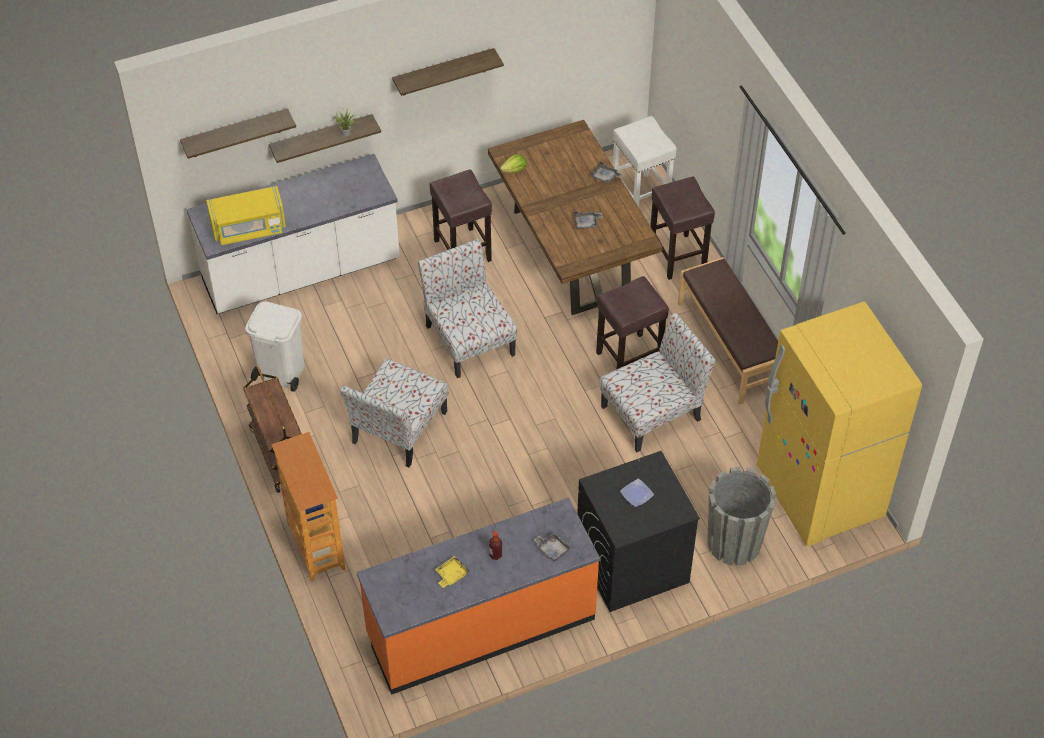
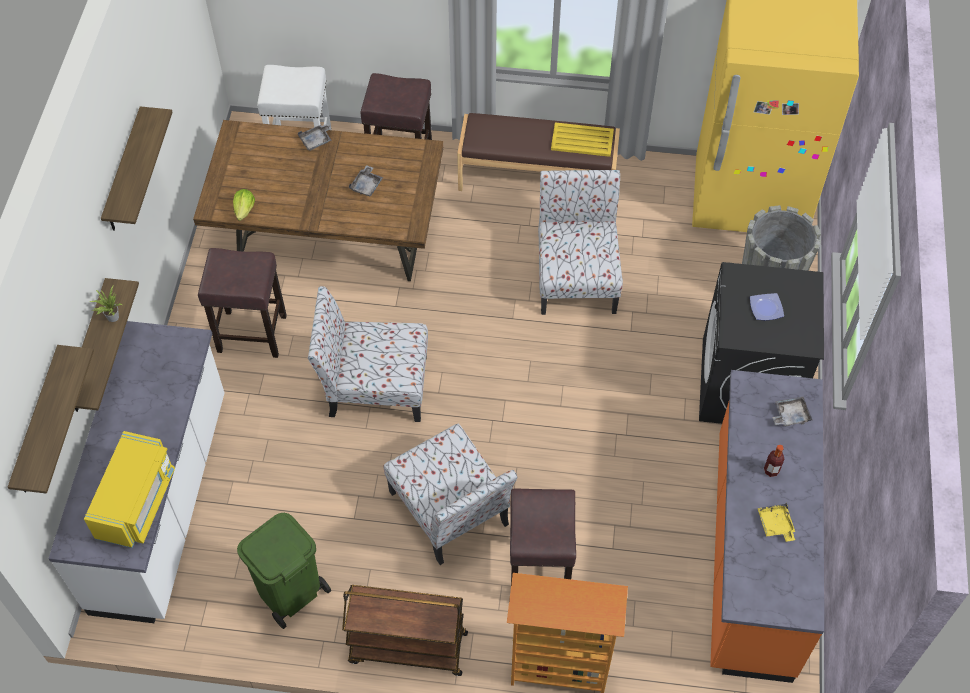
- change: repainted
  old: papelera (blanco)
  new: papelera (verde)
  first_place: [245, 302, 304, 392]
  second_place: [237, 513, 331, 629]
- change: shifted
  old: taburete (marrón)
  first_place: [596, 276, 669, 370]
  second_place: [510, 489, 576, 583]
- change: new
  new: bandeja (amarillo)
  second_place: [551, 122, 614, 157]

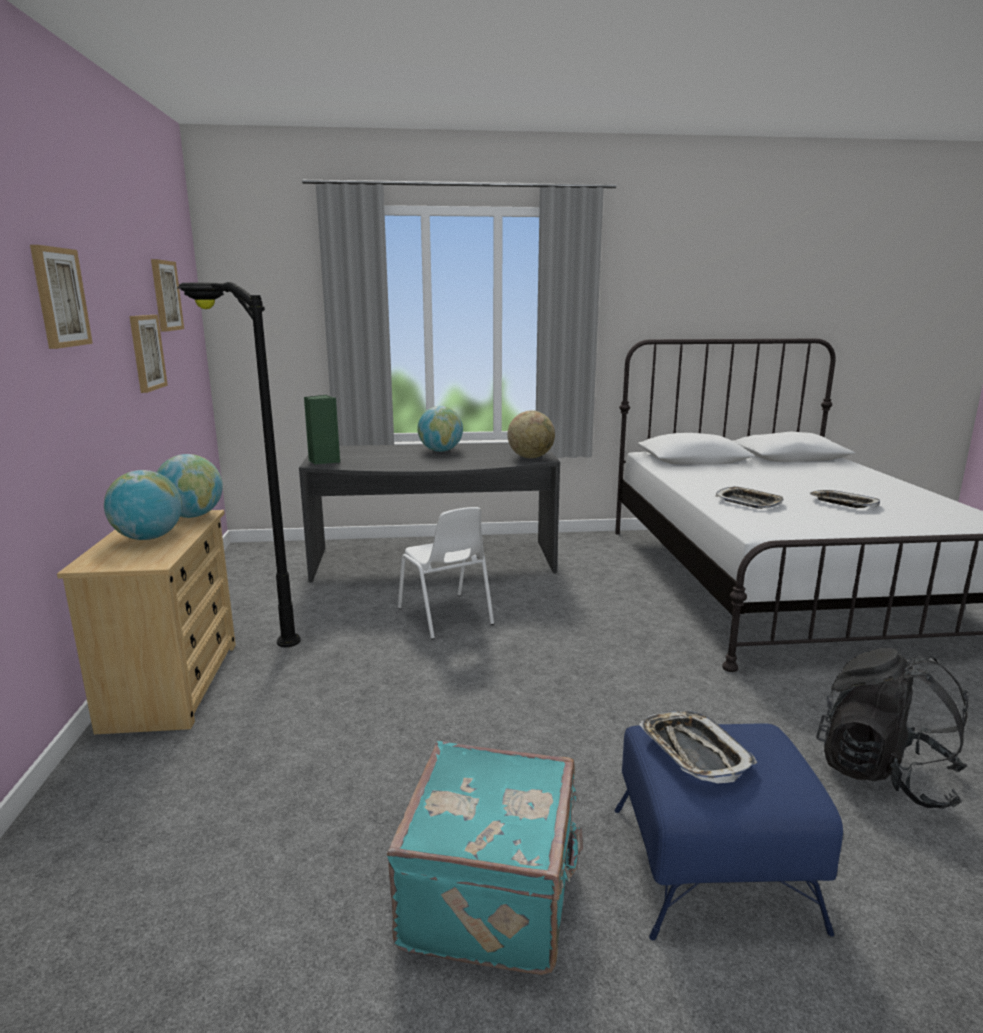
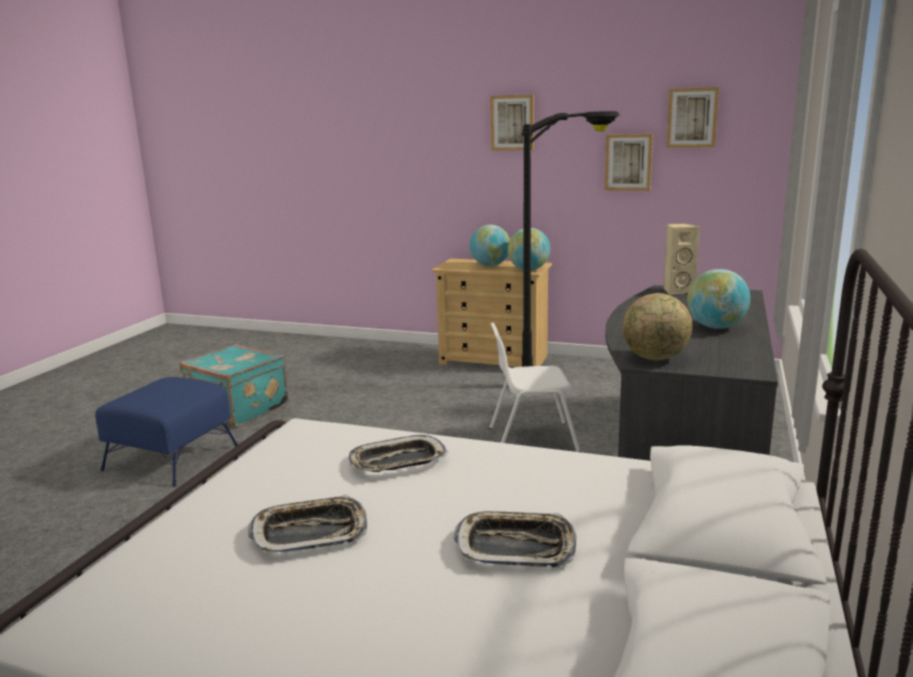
- change: repainted
  old: altavoz (verde)
  new: altavoz (beis)
  first_place: [304, 395, 340, 464]
  second_place: [663, 223, 700, 294]
- change: shifted
  old: bandeja
  first_place: [639, 711, 757, 783]
  second_place: [453, 511, 577, 567]
- change: gone
  old: mochila (negro)
  first_place: [816, 648, 969, 809]

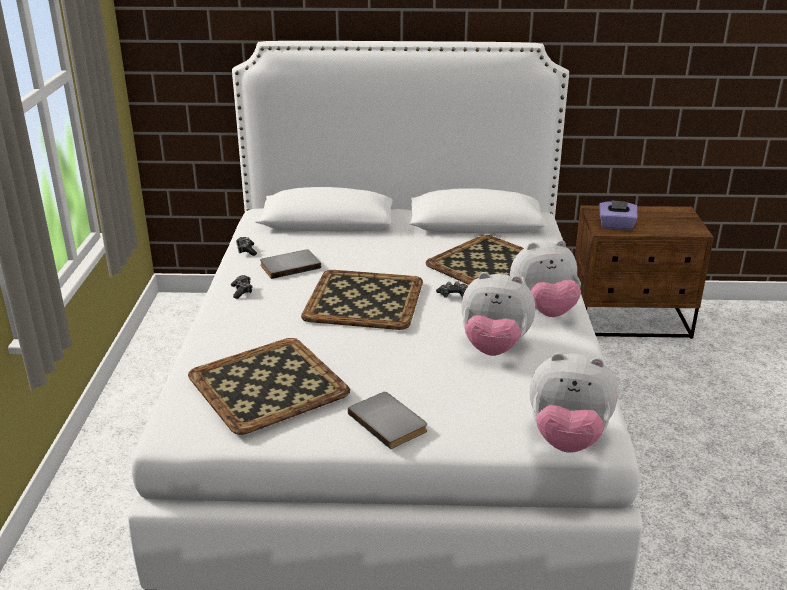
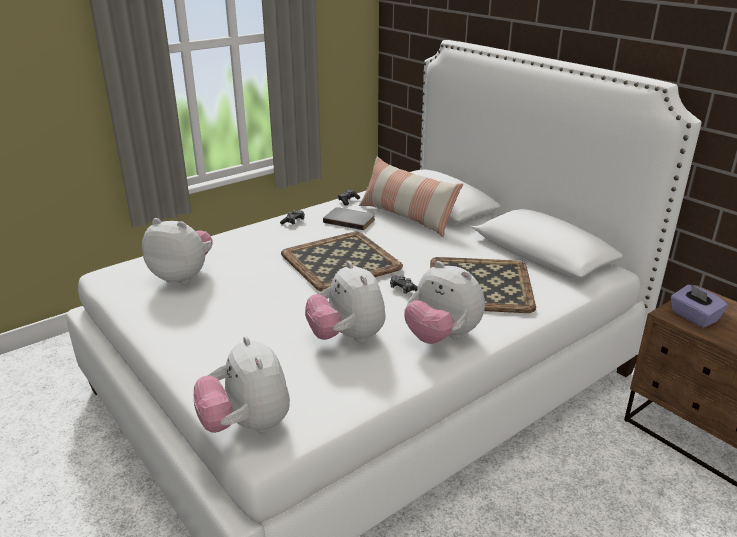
- change: swapped
  old: bandeja
  new: peluche
  first_place: [188, 338, 350, 435]
  second_place: [142, 218, 213, 285]
- change: gone
  old: libro (gris)
  first_place: [348, 392, 427, 449]
- change: new
  new: cojín
  second_place: [359, 157, 463, 237]

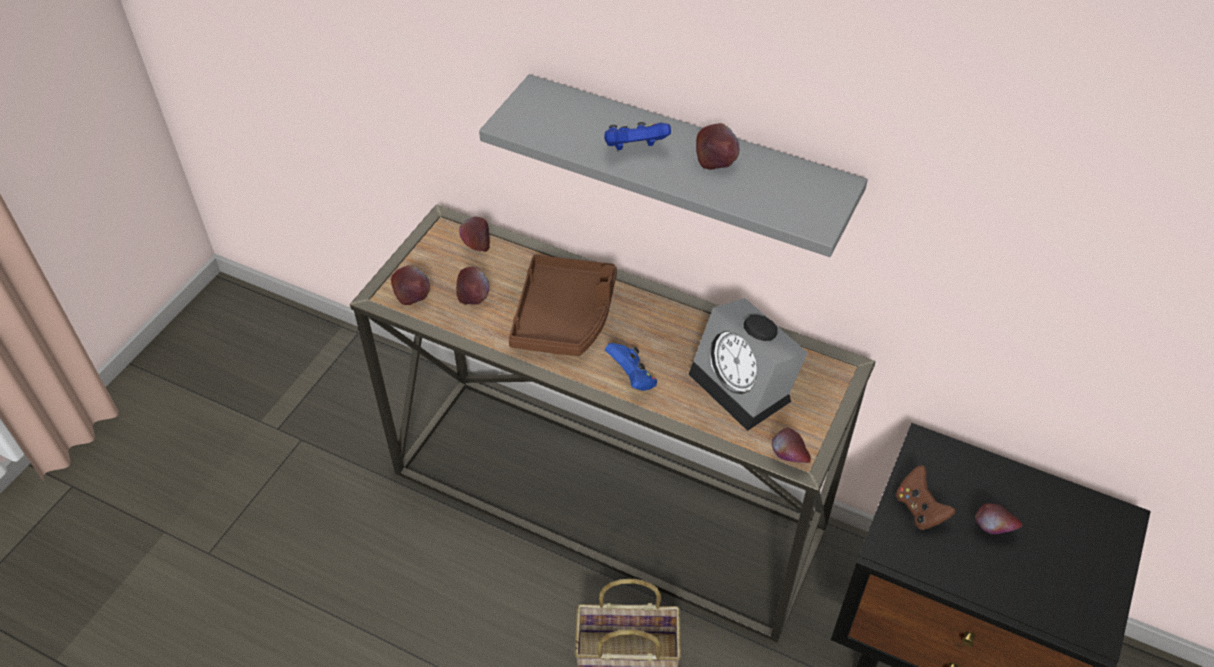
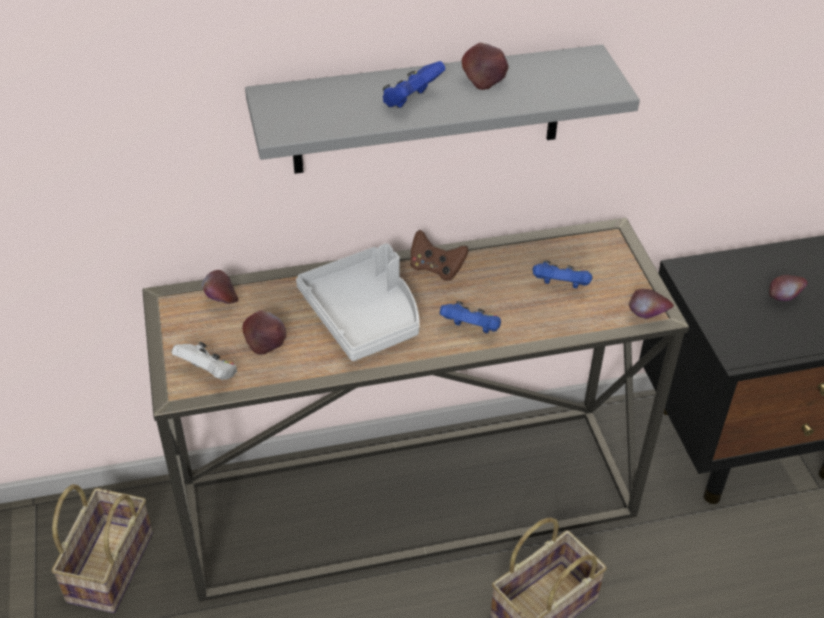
- change: swapped
  old: manzana
  new: mando de consola (blanco)
  first_place: [391, 265, 430, 305]
  second_place: [172, 342, 237, 380]
- change: repainted
  old: bandeja (marrón)
  new: bandeja (gris)
  first_place: [508, 255, 617, 356]
  second_place: [296, 243, 419, 361]
- change: swapped
  old: despertador
  new: mando de consola (azul)
  first_place: [689, 298, 808, 431]
  second_place: [533, 260, 592, 289]
- change: shifted
  old: mando de consola (marrón)
  first_place: [896, 466, 956, 530]
  second_place: [410, 230, 469, 281]
- change: new
  new: cesta
  second_place: [52, 484, 153, 613]

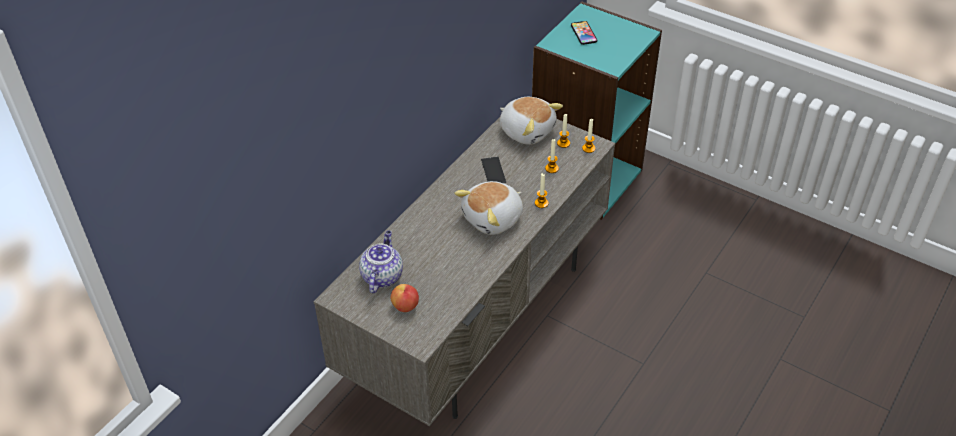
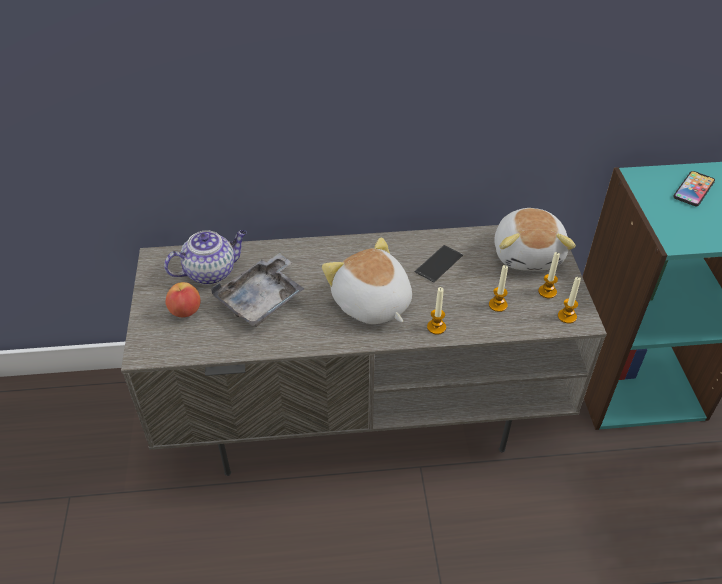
- change: rotated
  old: peluche
  first_place: [454, 181, 523, 235]
  second_place: [322, 237, 412, 324]
  degrees: 45
- change: new
  new: bandeja (gris)
  second_place: [211, 253, 305, 327]

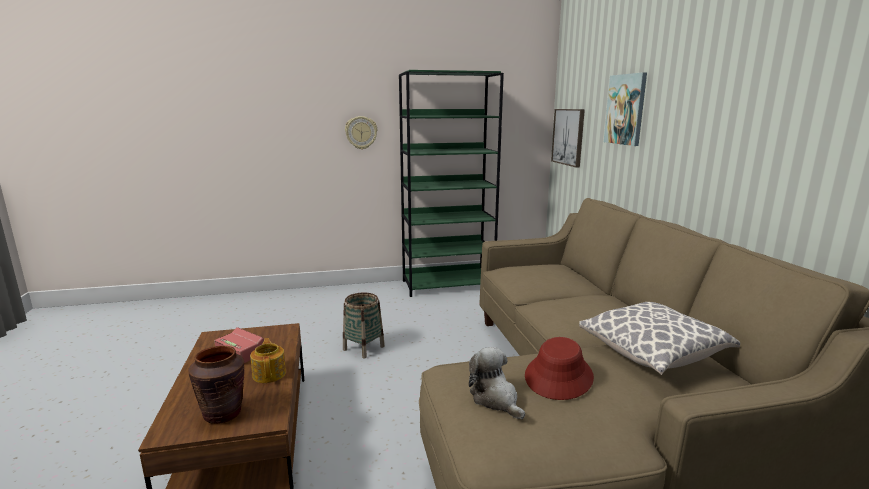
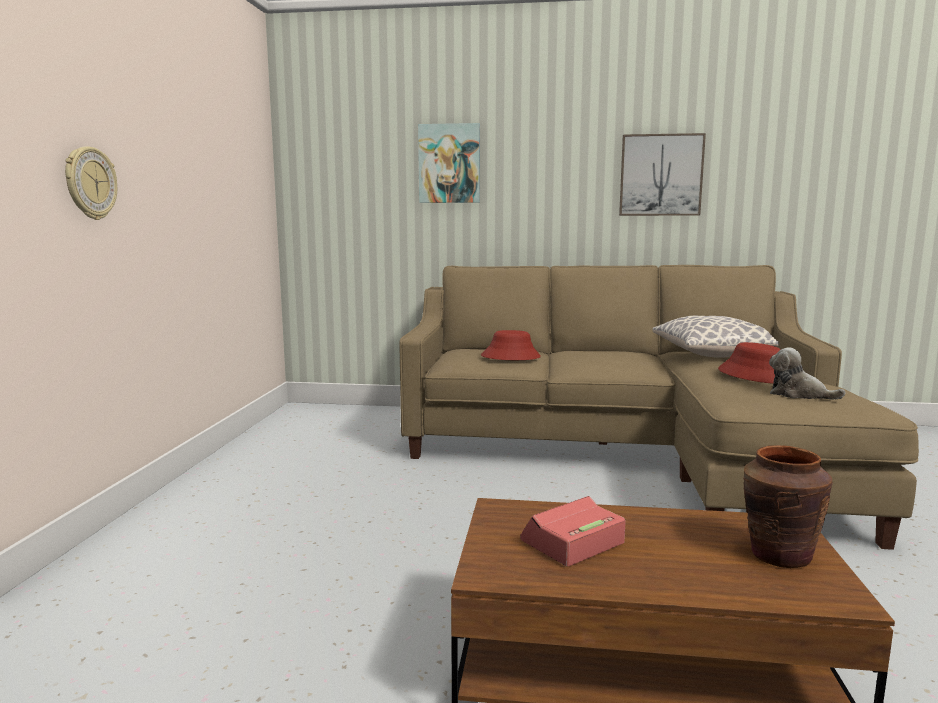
- change: gone
  old: tetera
  first_place: [250, 338, 286, 383]
- change: gone
  old: cesta
  first_place: [343, 292, 385, 359]
- change: gone
  old: estantería (verde)
  first_place: [399, 70, 504, 297]
- change: rotated
  old: peluche
  first_place: [469, 347, 525, 419]
  second_place: [769, 347, 846, 400]
  degrees: 45
- change: shifted
  old: cuadro
  first_place: [551, 109, 585, 168]
  second_place: [619, 133, 706, 216]
- change: new
  new: sombrero (rojo)
  second_place: [481, 330, 541, 360]

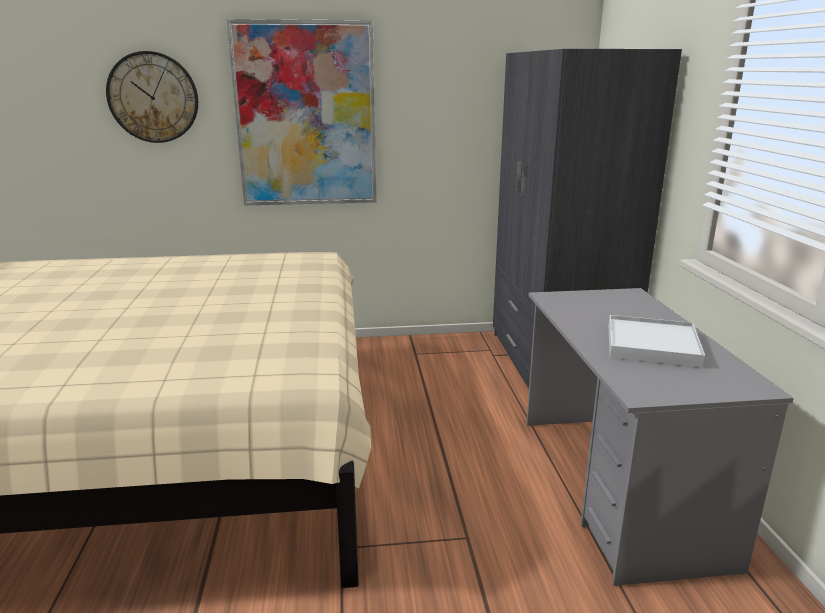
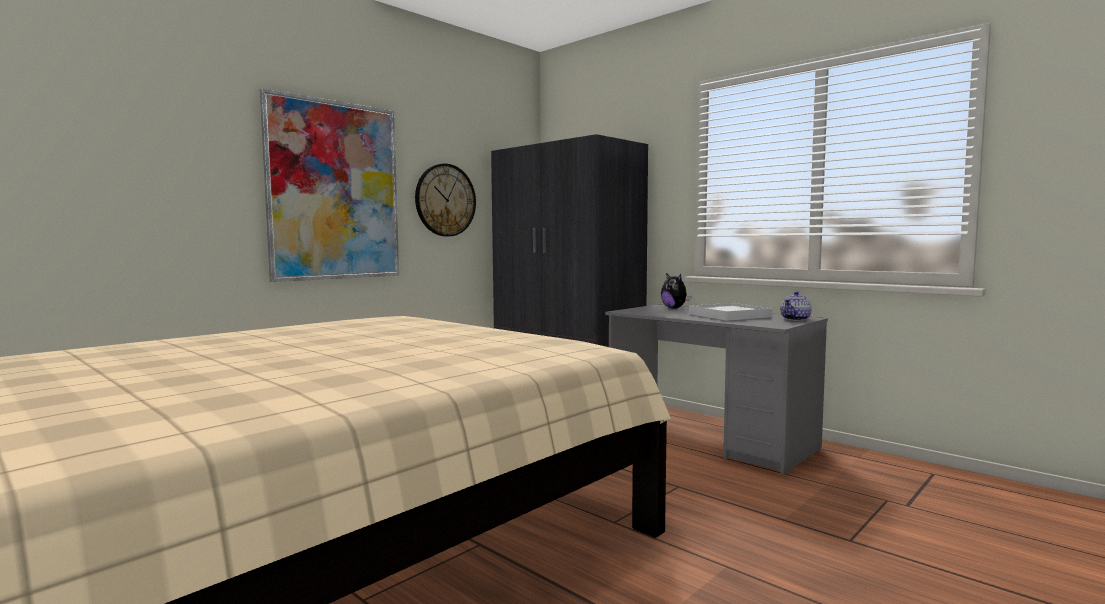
- change: shifted
  old: reloj de pared
  first_place: [106, 51, 198, 143]
  second_place: [415, 163, 476, 237]
- change: new
  new: peluche
  second_place: [661, 273, 691, 309]
- change: new
  new: tetera
  second_place: [781, 291, 812, 321]

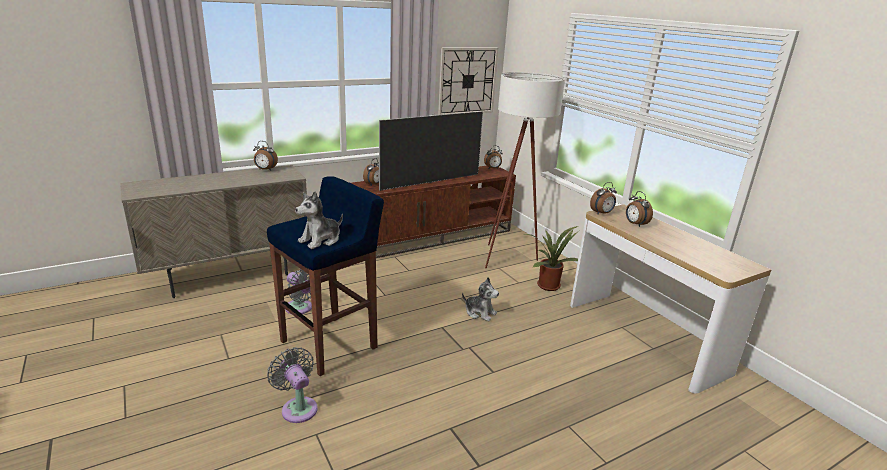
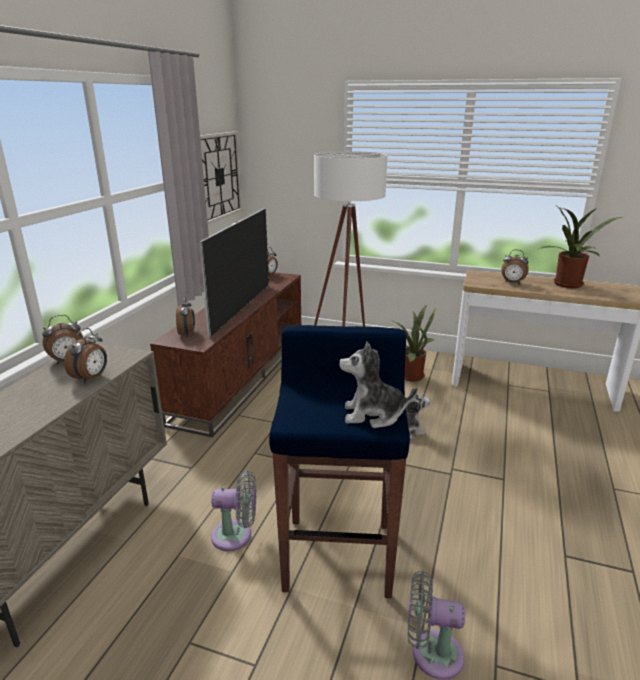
- change: rotated
  old: peluche
  first_place: [295, 191, 343, 249]
  second_place: [339, 341, 418, 428]
  degrees: 90
- change: shifted
  old: despertador
  first_place: [590, 182, 617, 215]
  second_place: [64, 328, 107, 383]
- change: new
  new: planta en maceta
  second_place: [539, 206, 622, 288]

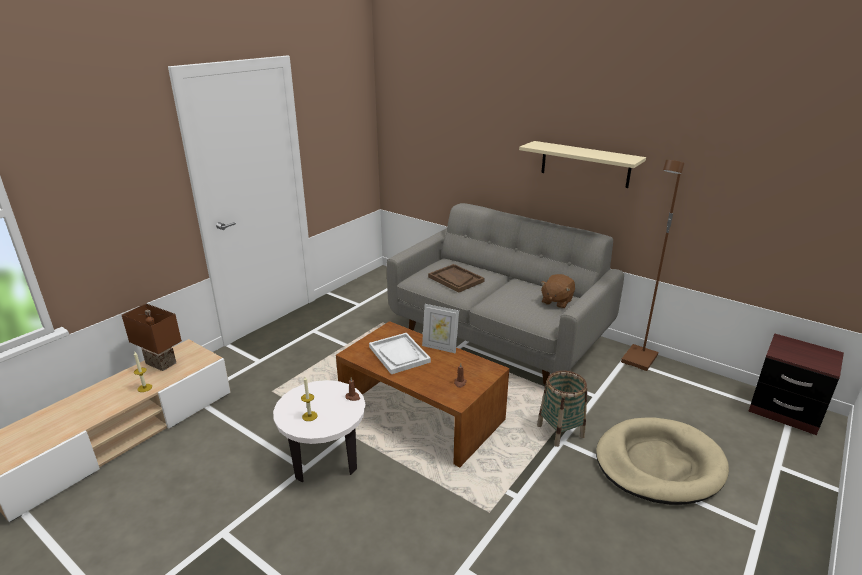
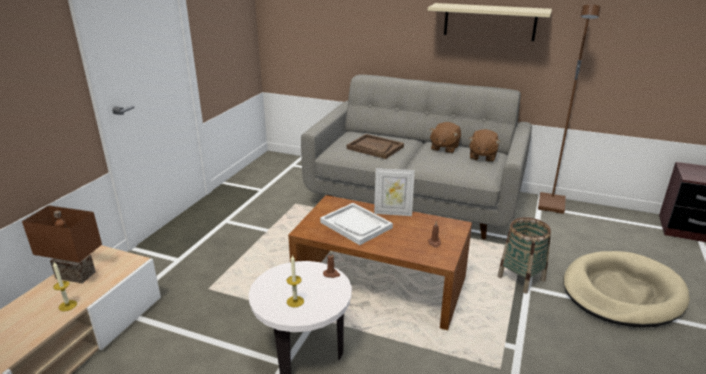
- change: new
  new: peluche (marrón)
  second_place: [429, 122, 461, 153]

